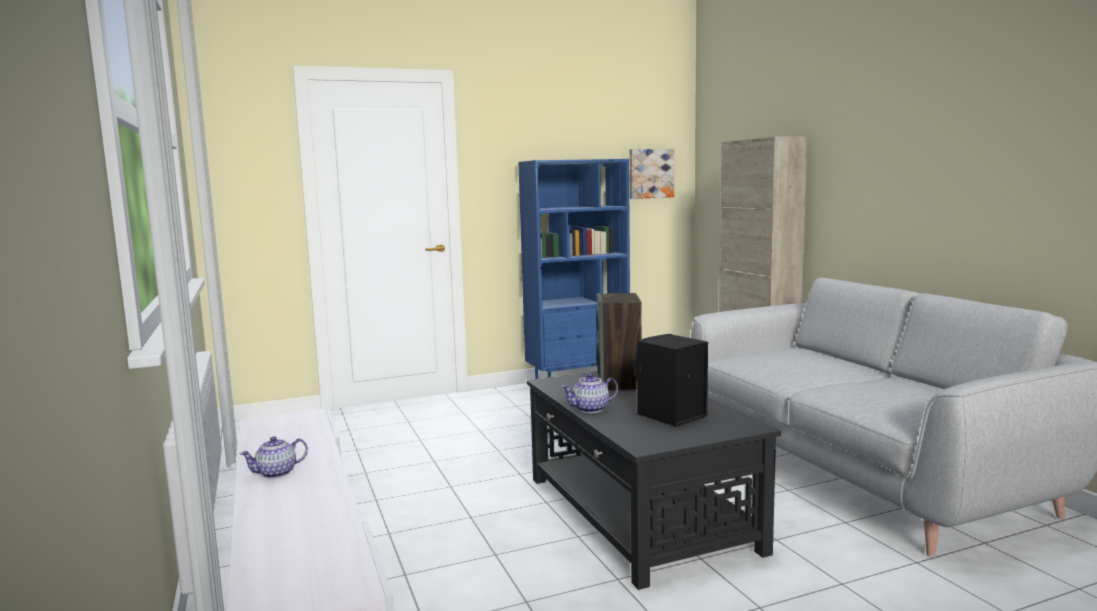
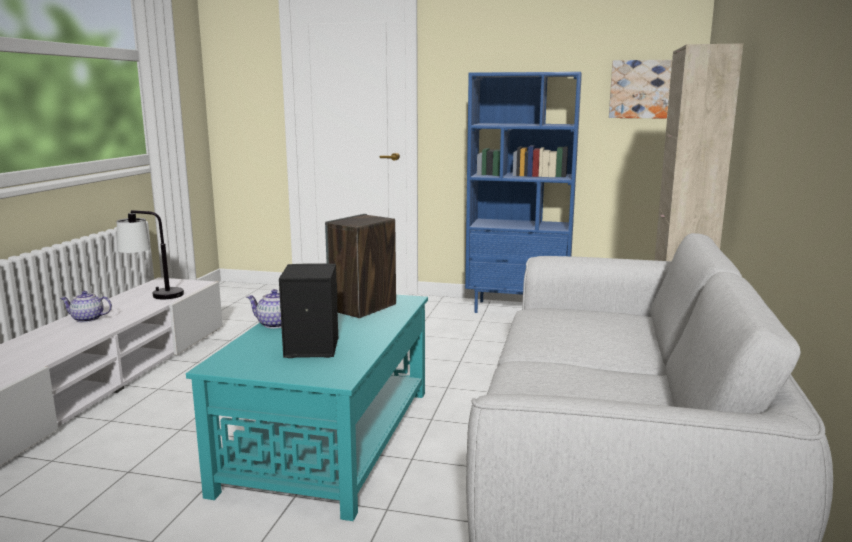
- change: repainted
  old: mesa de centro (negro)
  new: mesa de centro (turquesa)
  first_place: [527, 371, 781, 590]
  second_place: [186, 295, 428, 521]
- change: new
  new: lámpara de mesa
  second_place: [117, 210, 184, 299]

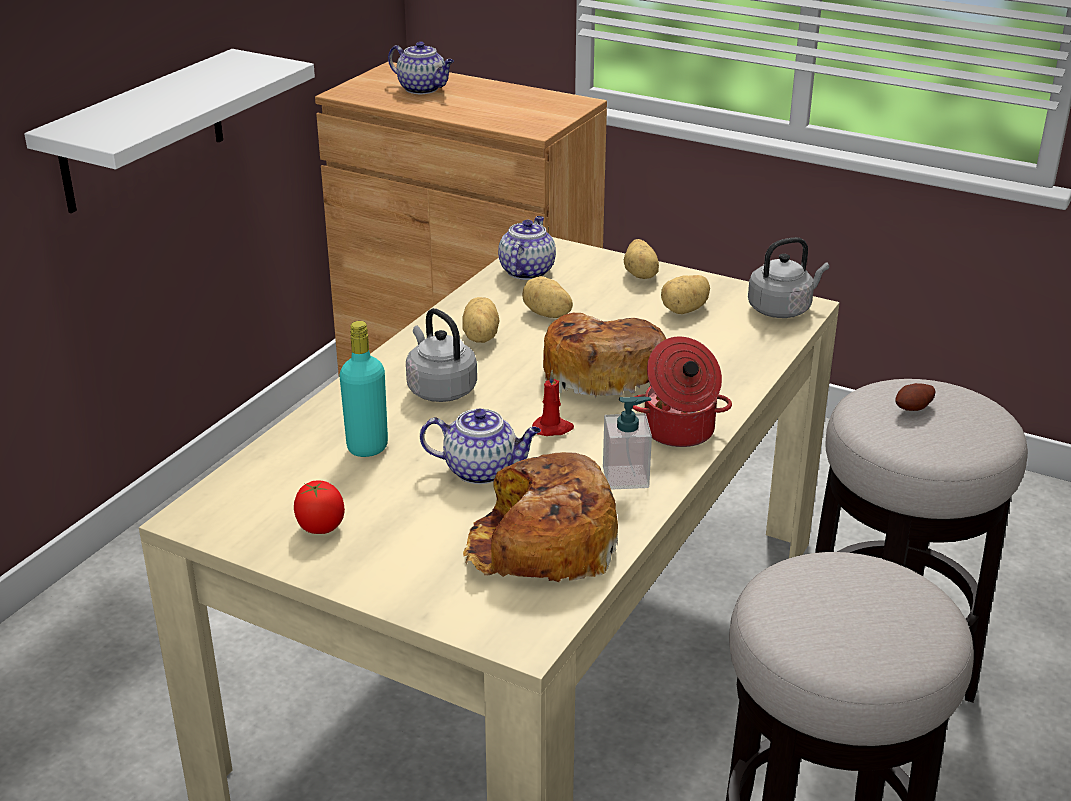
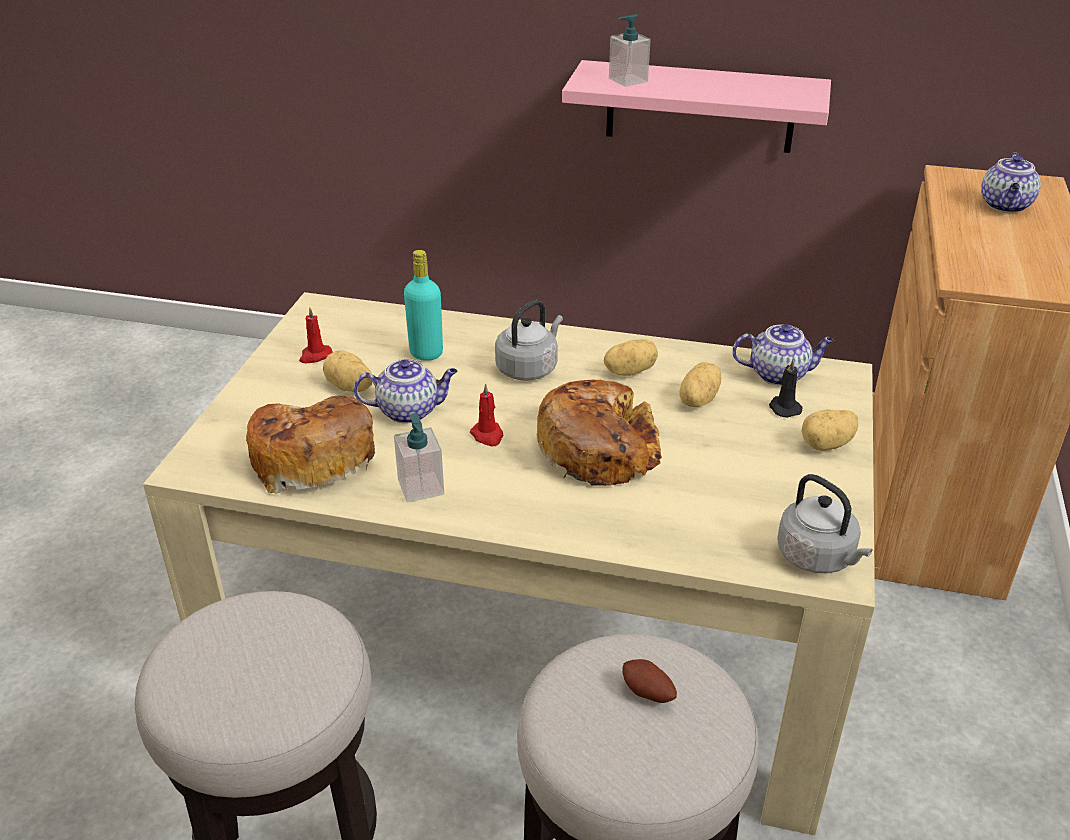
- change: repainted
  old: estante (blanco)
  new: estante (rosa)
  first_place: [24, 49, 315, 213]
  second_place: [562, 60, 831, 153]
- change: swapped
  old: tomate
  new: vela (rojo)
  first_place: [294, 480, 345, 534]
  second_place: [299, 307, 333, 363]
- change: rotated
  old: tetera
  first_place: [420, 408, 541, 484]
  second_place: [354, 359, 458, 423]
  degrees: -90
- change: gone
  old: olla
  first_place: [633, 337, 732, 447]
- change: shifted
  old: patata
  first_place: [661, 275, 710, 314]
  second_place: [323, 350, 373, 392]
- change: new
  new: dispensador de jabón
  second_place: [609, 14, 651, 87]
- change: new
  new: vela (negro)
  second_place: [769, 358, 803, 418]

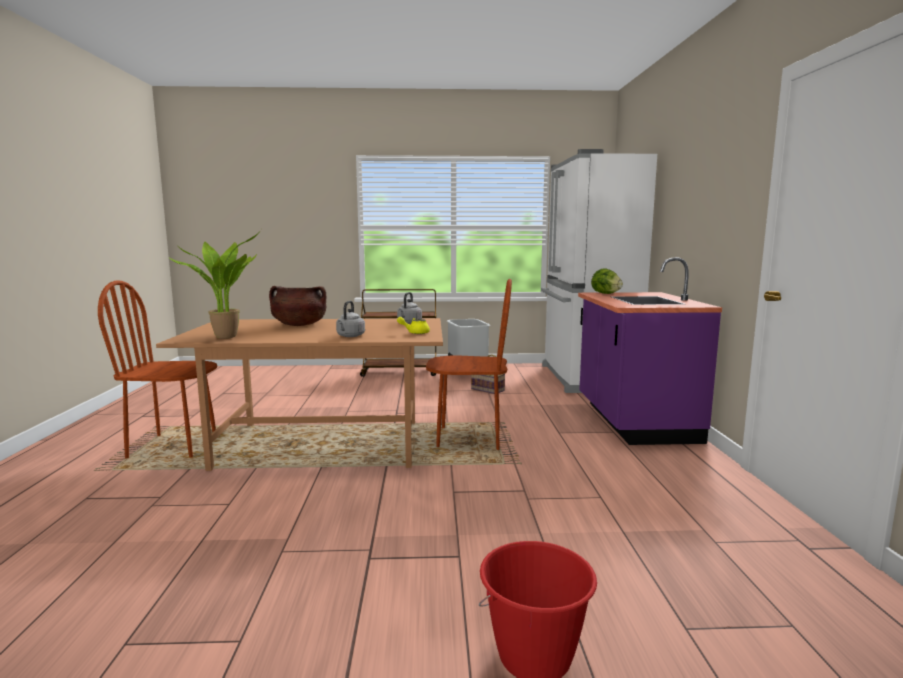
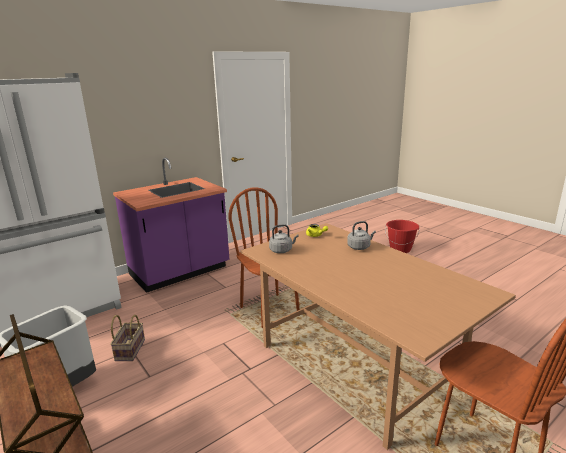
- change: gone
  old: planta en maceta
  first_place: [169, 230, 261, 339]
- change: gone
  old: olla (marrón)
  first_place: [269, 286, 326, 326]
- change: gone
  old: lechuga
  first_place: [591, 268, 623, 294]

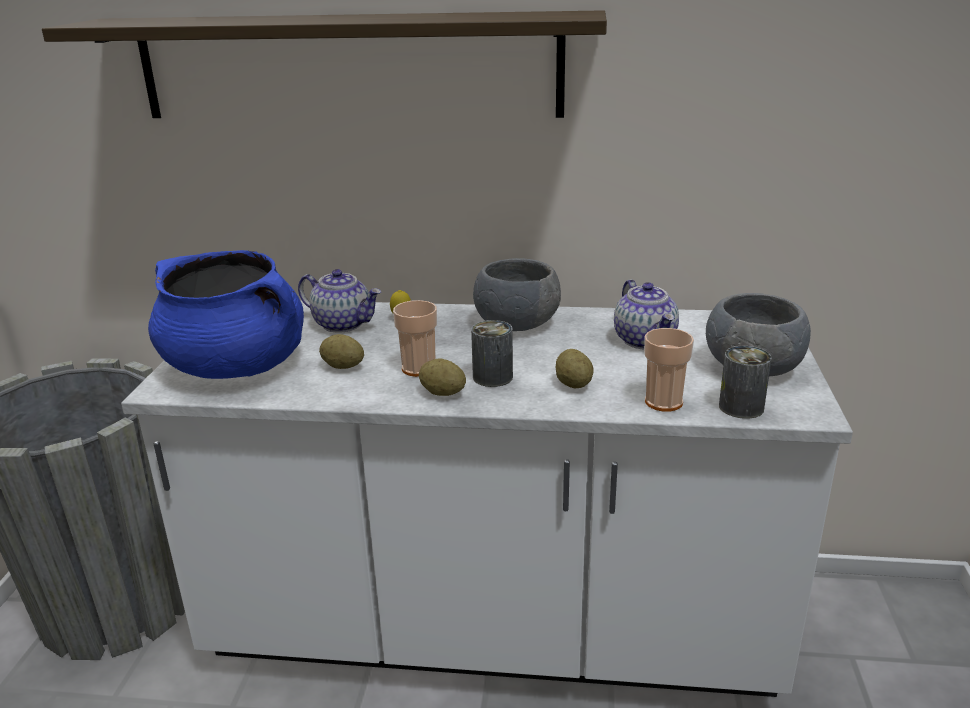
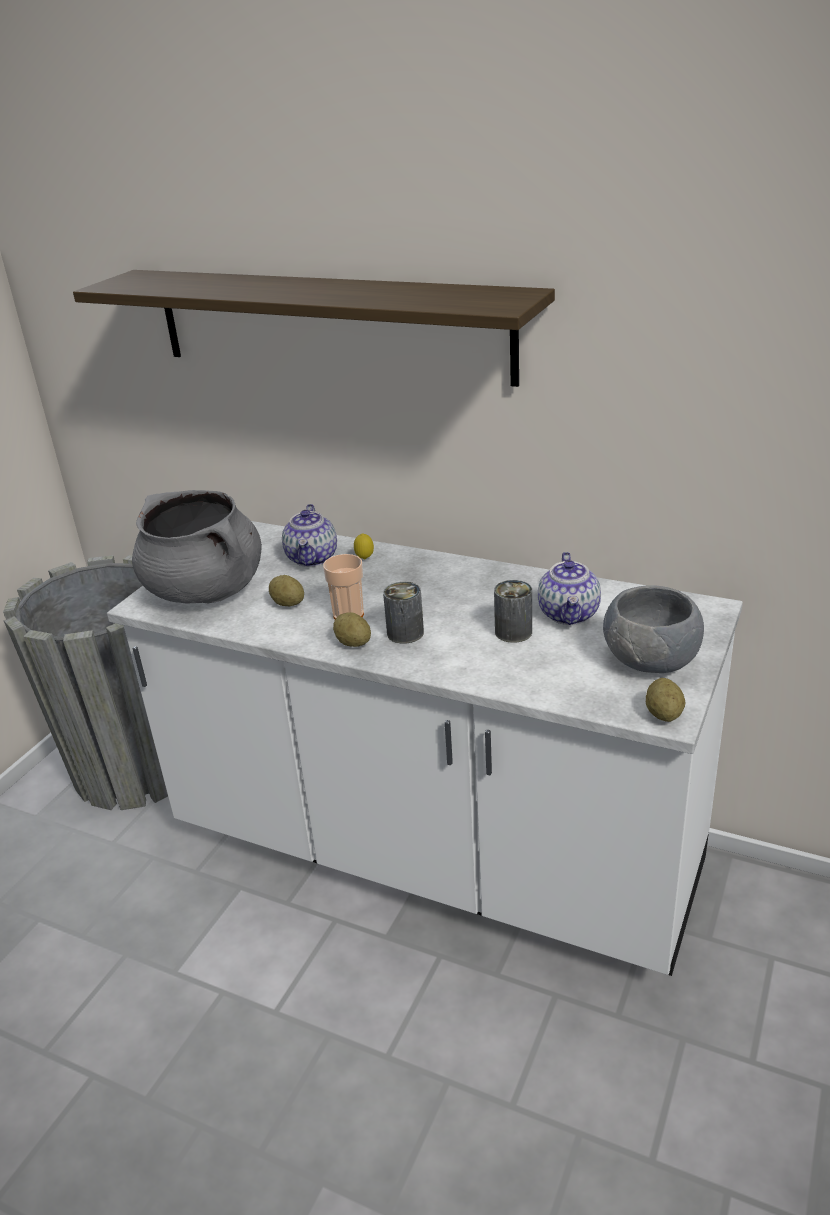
- change: repainted
  old: olla (azul)
  new: olla (gris)
  first_place: [148, 250, 304, 379]
  second_place: [132, 490, 262, 604]
- change: rotated
  old: tetera
  first_place: [298, 269, 381, 333]
  second_place: [282, 504, 337, 567]
  degrees: 45
- change: gone
  old: cuenco (gris)
  first_place: [473, 258, 561, 331]
- change: shifted
  old: patata
  first_place: [556, 349, 594, 389]
  second_place: [646, 678, 686, 722]
- change: gone
  old: taza
  first_place: [644, 328, 694, 412]
- change: shifted
  old: lata
  first_place: [719, 346, 771, 419]
  second_place: [494, 580, 532, 643]

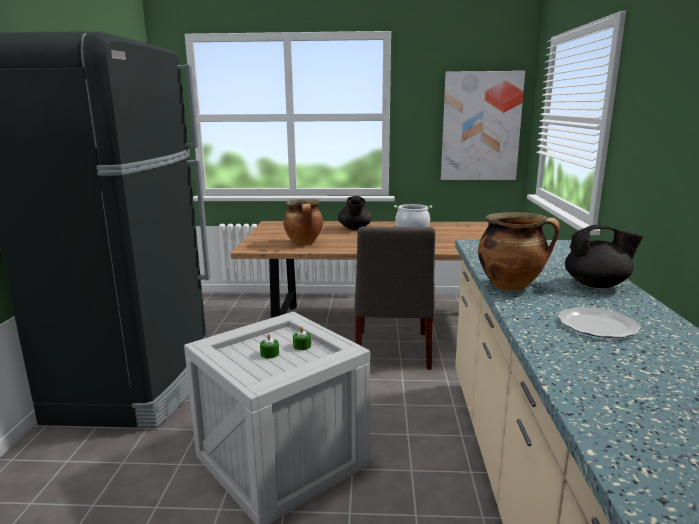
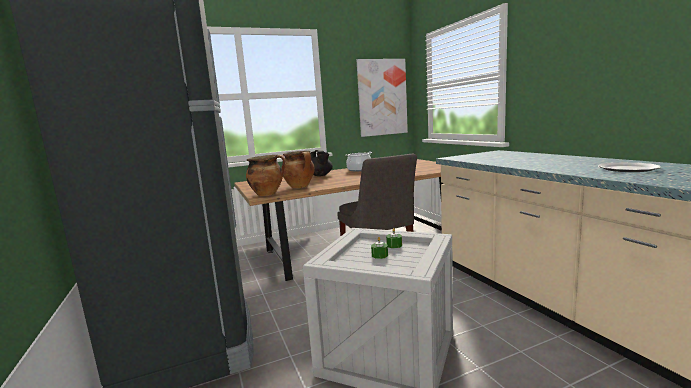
- change: shifted
  old: olla
  first_place: [478, 212, 560, 291]
  second_place: [246, 155, 285, 196]
- change: gone
  old: tetera (negro)
  first_place: [565, 225, 643, 288]

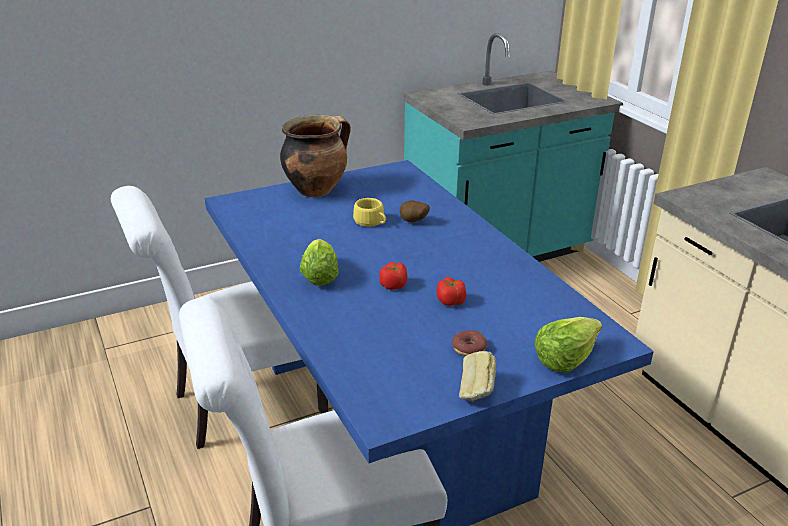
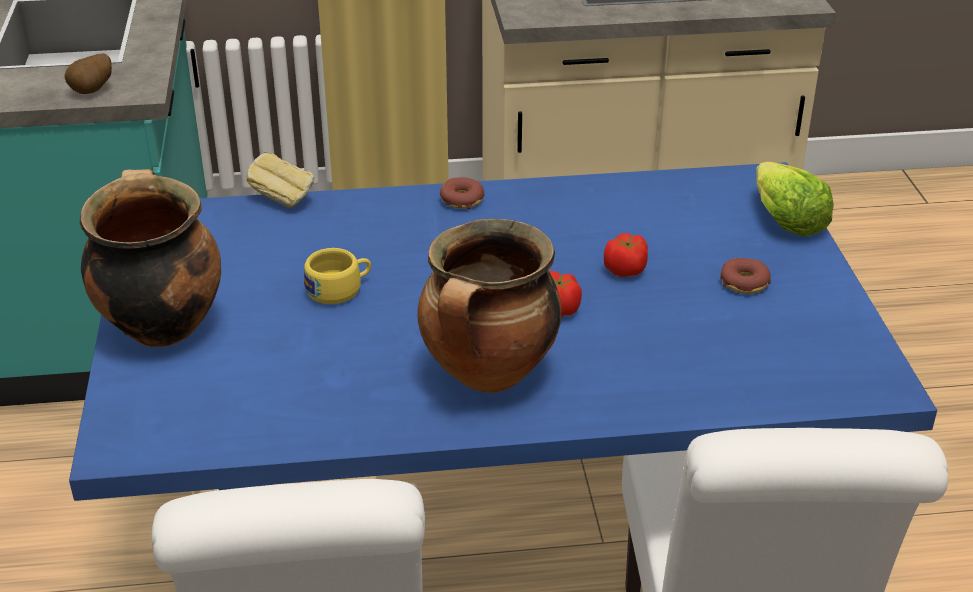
- change: swapped
  old: lechuga
  new: olla
  first_place: [300, 239, 338, 286]
  second_place: [417, 219, 562, 393]
- change: shifted
  old: patata
  first_place: [400, 200, 430, 222]
  second_place: [64, 53, 112, 94]
- change: shifted
  old: pan
  first_place: [459, 351, 496, 402]
  second_place: [246, 152, 314, 208]
- change: new
  new: rosquilla
  second_place: [440, 177, 485, 209]

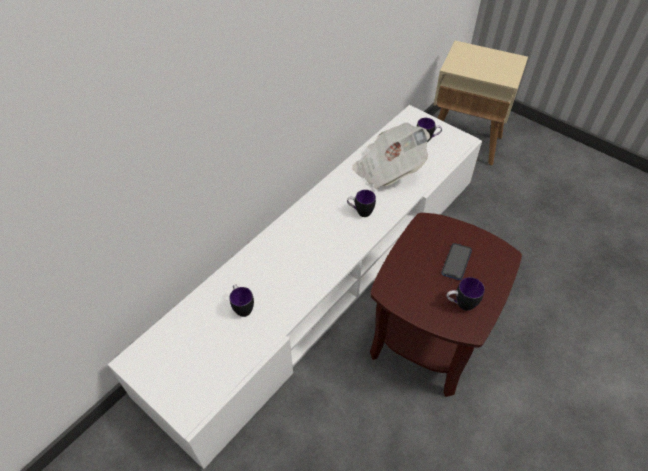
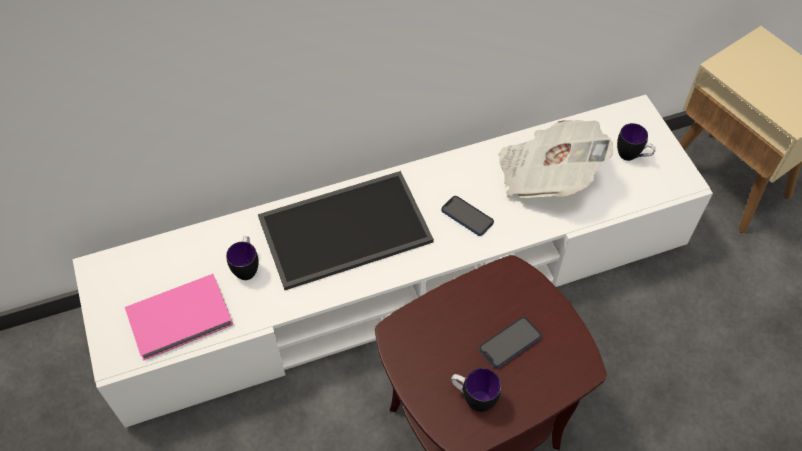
- change: swapped
  old: taza grande
  new: móvil
  first_place: [347, 190, 376, 217]
  second_place: [441, 196, 494, 236]
- change: new
  new: libro (rosa)
  second_place: [125, 274, 233, 361]
- change: new
  new: bandeja
  second_place: [258, 171, 434, 290]

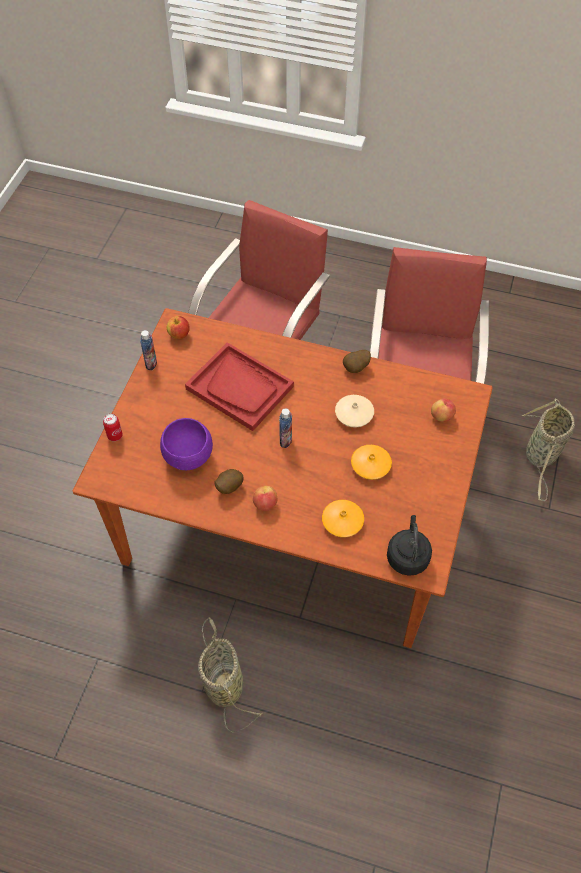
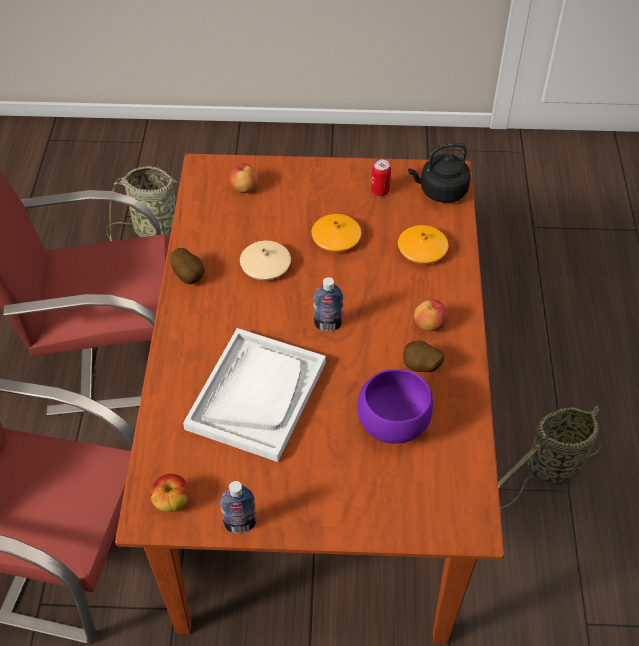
- change: shifted
  old: lata
  first_place: [103, 414, 123, 441]
  second_place: [371, 159, 391, 196]
- change: repainted
  old: bandeja (rojo)
  new: bandeja (blanco)
  first_place: [185, 342, 294, 431]
  second_place: [183, 328, 326, 462]

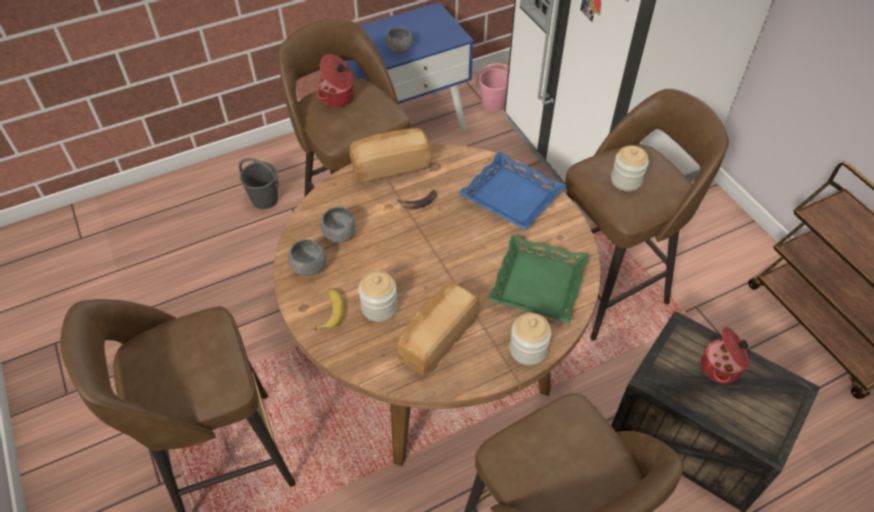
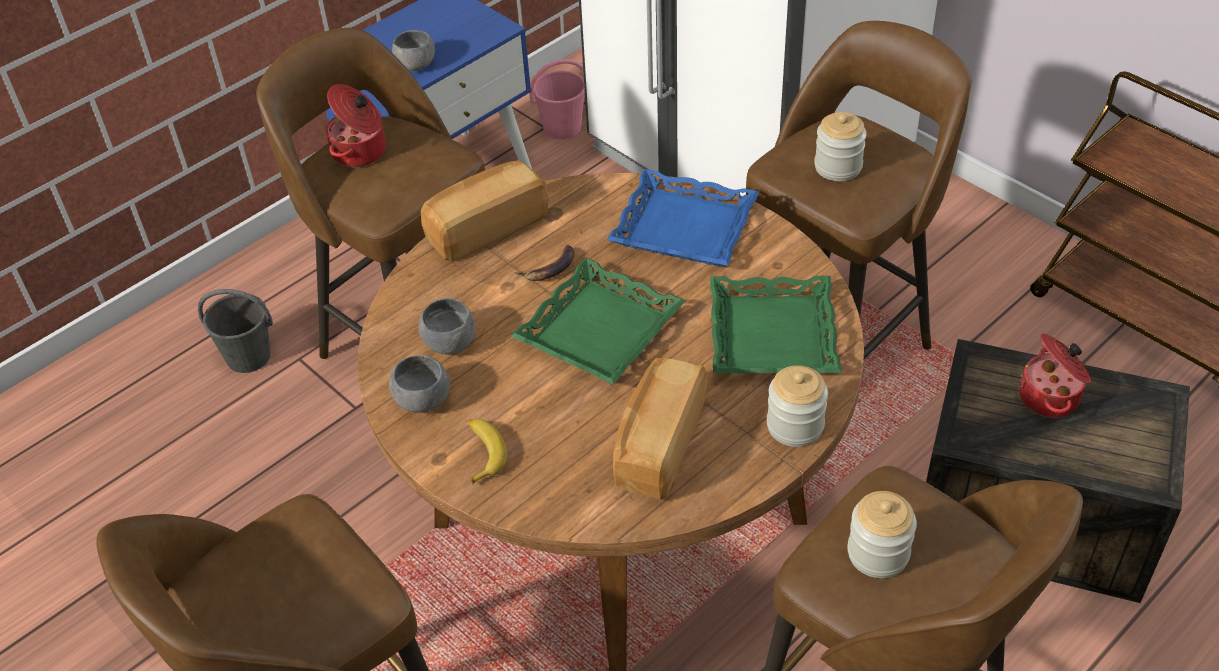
- change: shifted
  old: tarro
  first_place: [359, 271, 398, 322]
  second_place: [847, 491, 917, 578]
- change: new
  new: bandeja (verde)
  second_place: [511, 257, 686, 385]

